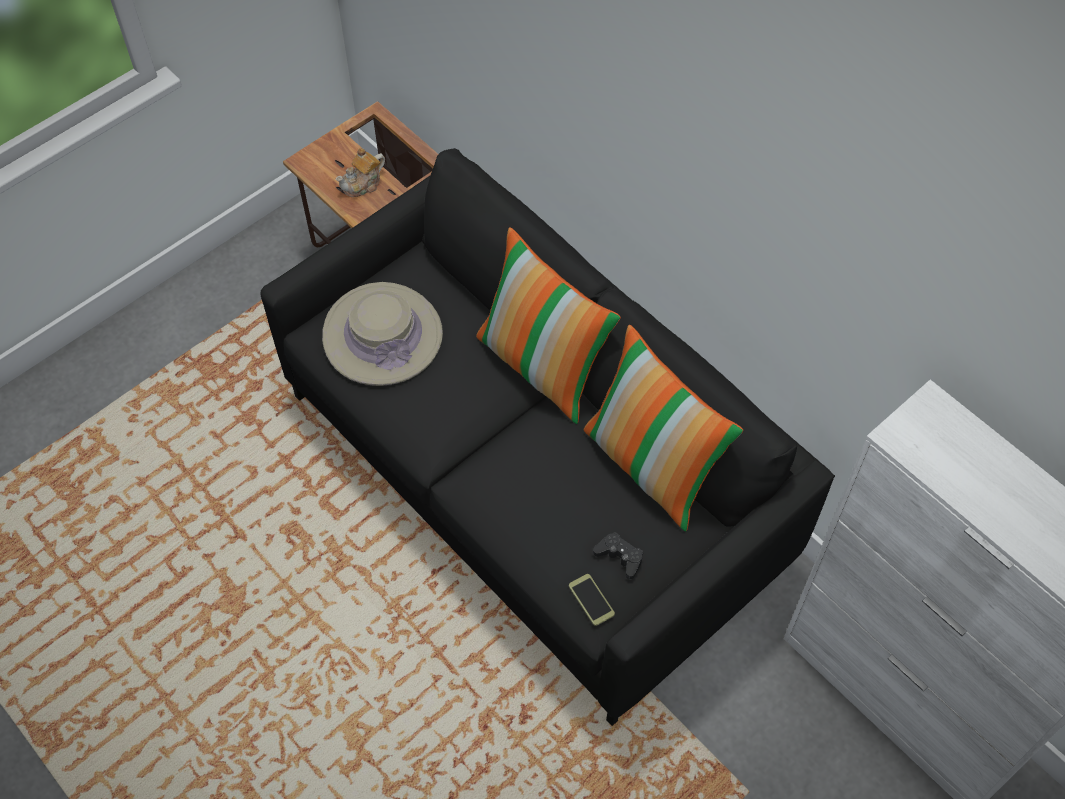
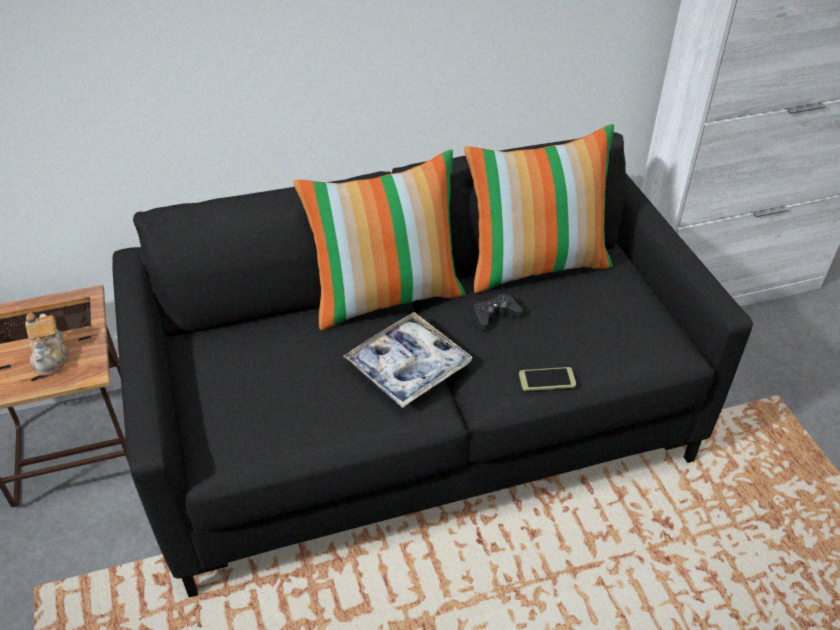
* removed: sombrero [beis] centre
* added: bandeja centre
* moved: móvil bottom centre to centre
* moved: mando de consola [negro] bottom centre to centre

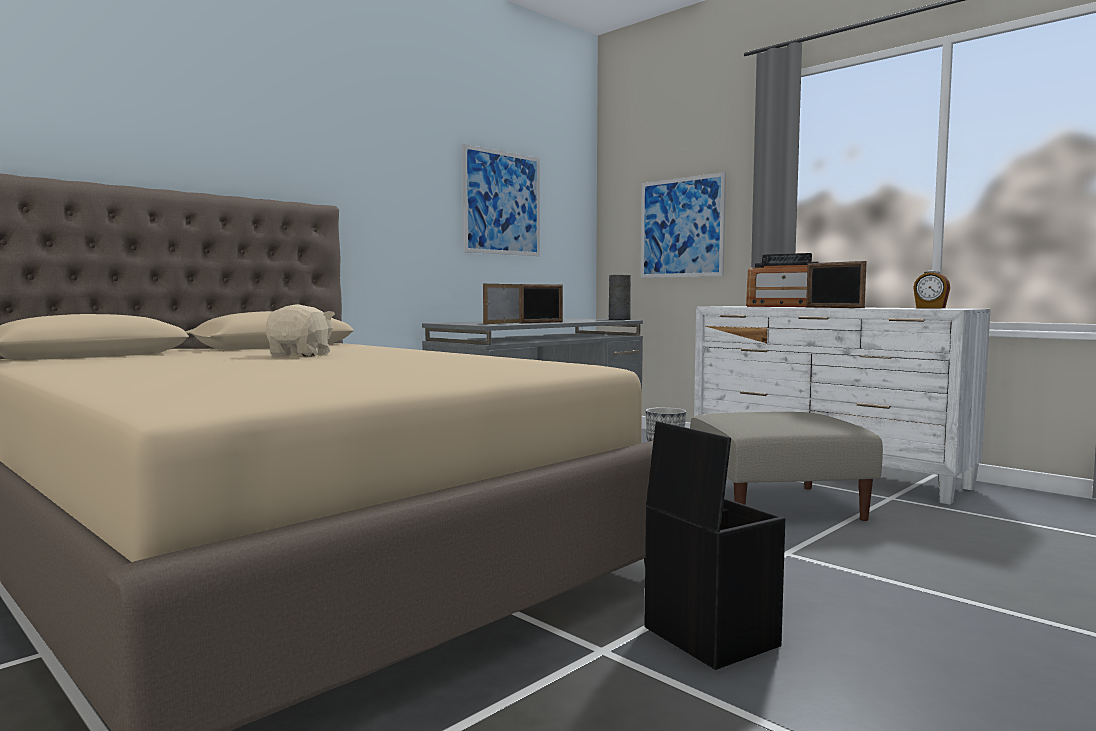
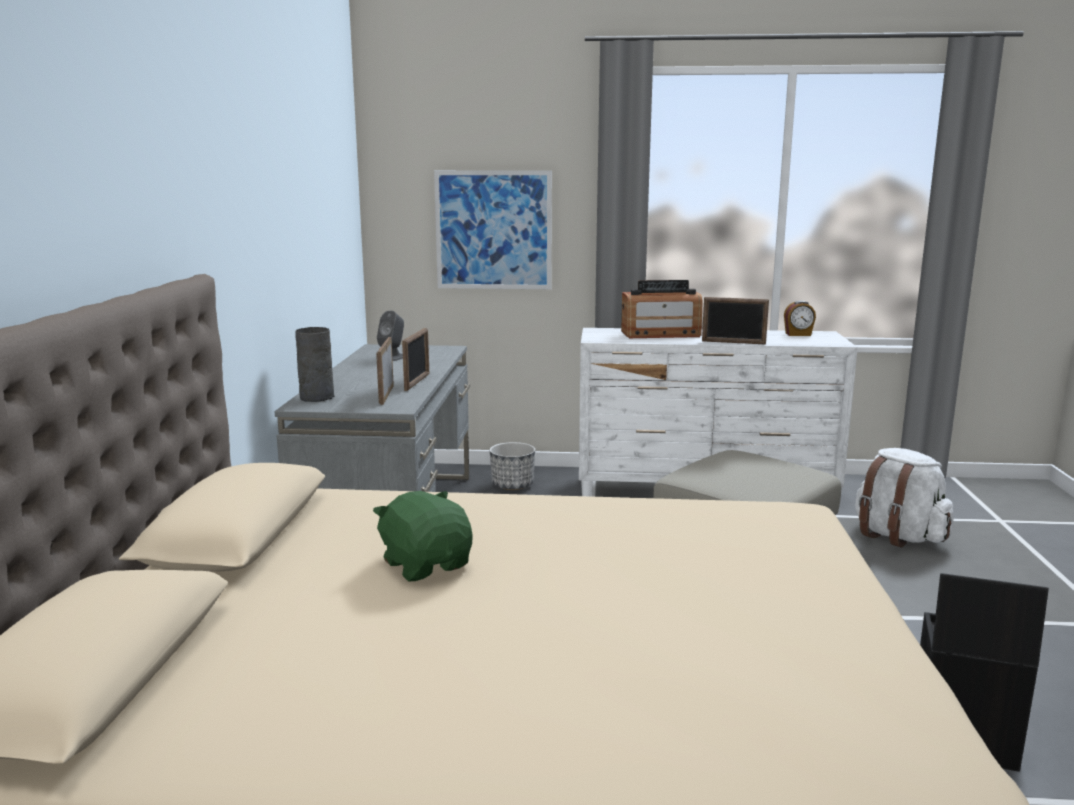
* removed: cuadro (1st from left) top centre
* added: altavoz [gris] centre
* added: mochila [blanco] middle right
* moved: florero [gris] centre to middle left
* recoloured: peluche [beis] middle left to peluche [verde] centre

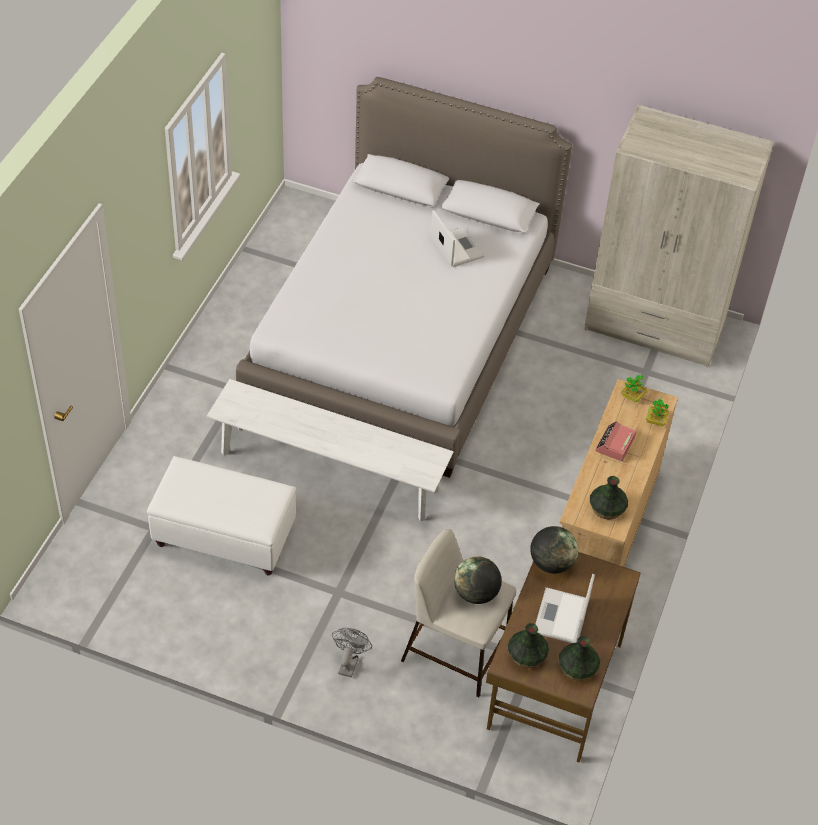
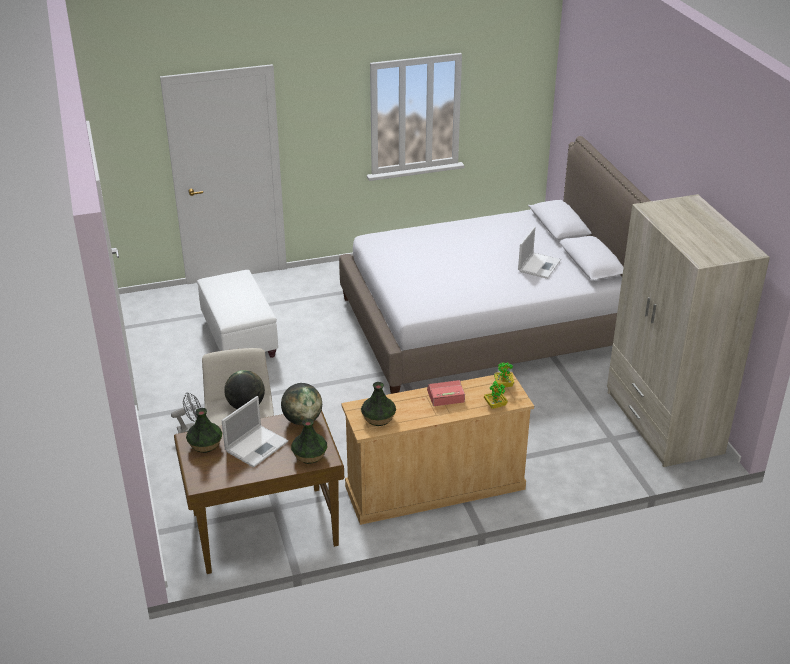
* removed: banco [blanco] centre
* moved: florero (2nd from left) bottom right to centre
* turned: portátil (2nd from left in the first image) bottom right = middle left 150 degrees clockwise

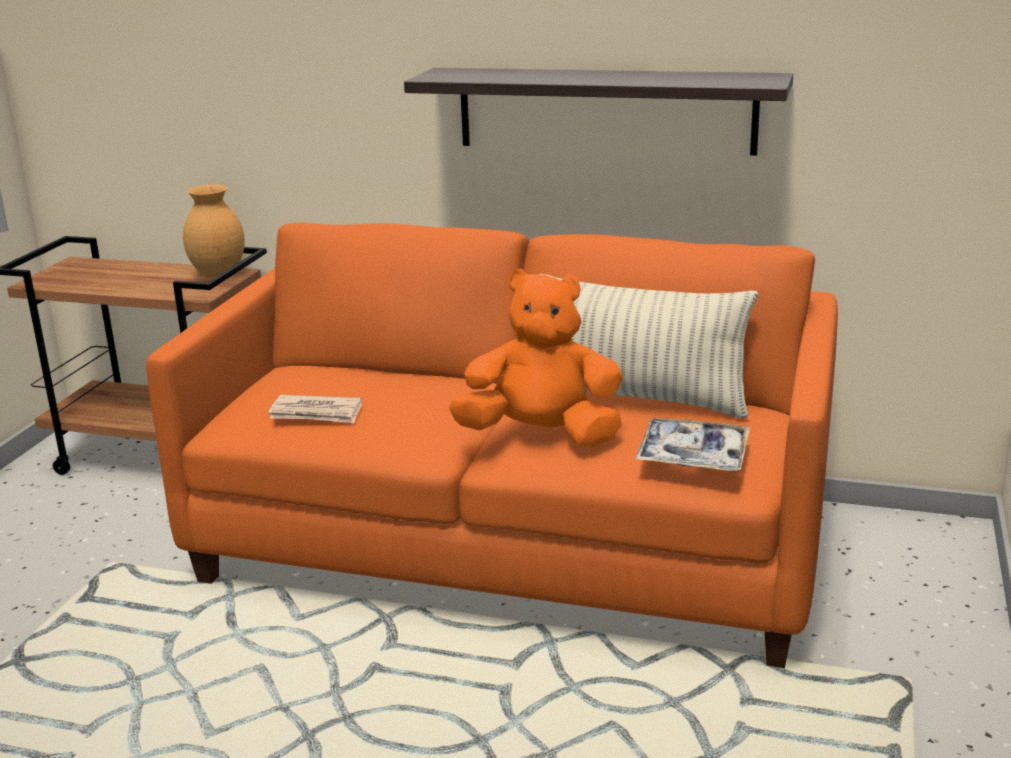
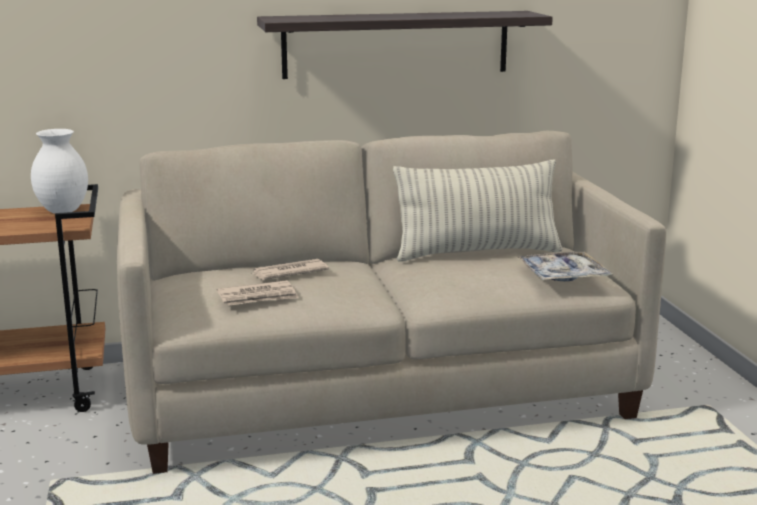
* removed: peluche [naranja] centre
* added: periódico (2nd from left) centre
* recoloured: sofá [naranja] centre to sofá [beis] centre
* recoloured: florero [marrón] top left to florero [blanco] middle left

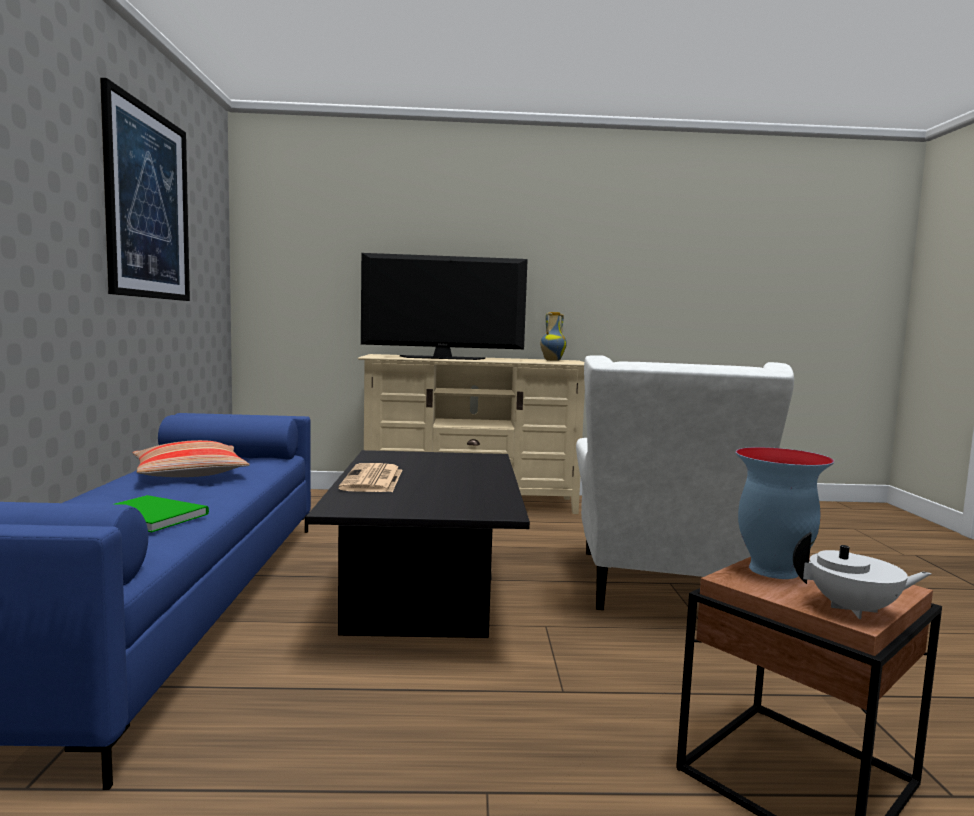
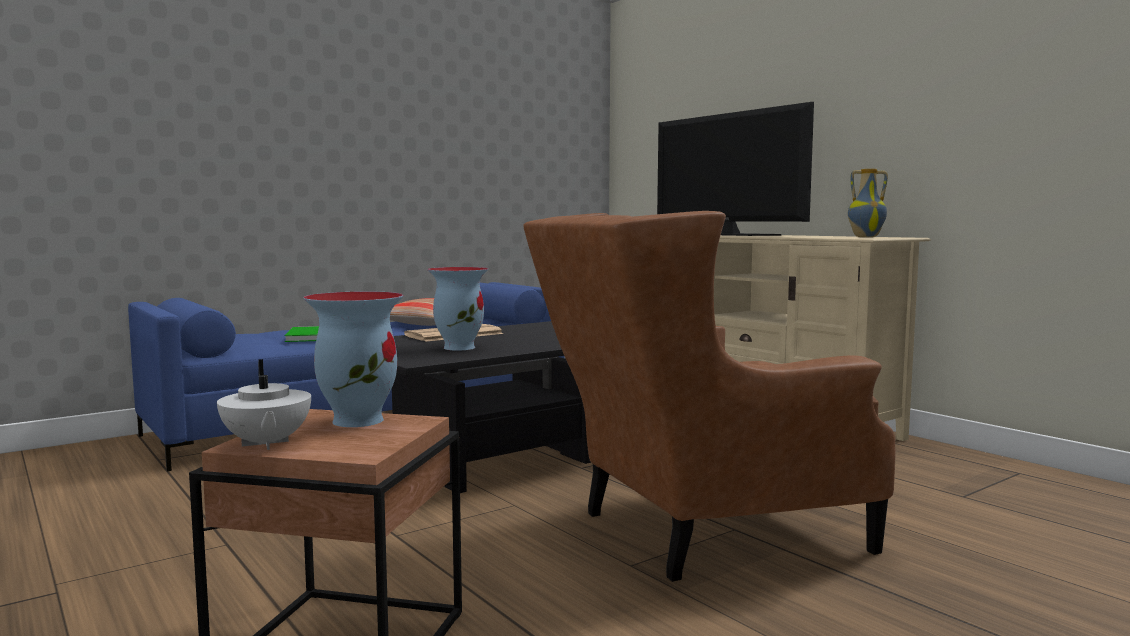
* removed: cuadro top left
* added: florero (2nd from left) centre
* recoloured: sillón [blanco] middle right to sillón [marrón] centre

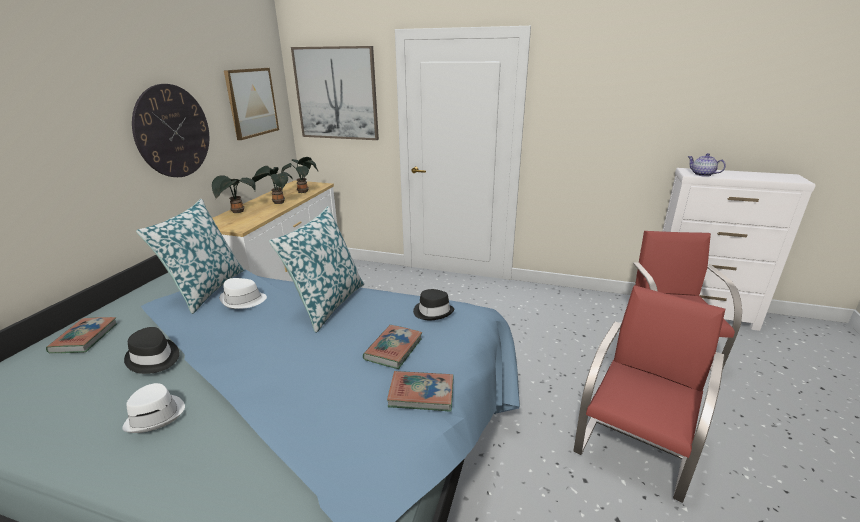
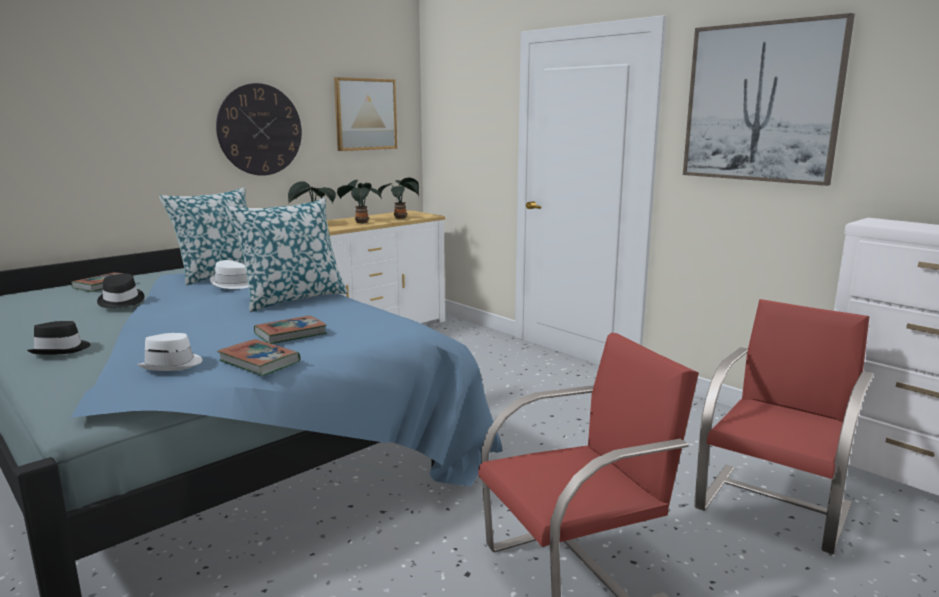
* removed: tetera top right
* moved: sombrero [blanco] (1st from left) bottom left to middle left
* moved: cuadro (2nd from left) top centre to top right
* moved: sombrero [negro] (2nd from left in the first image) centre to sombrero [negro] (1st from left) middle left

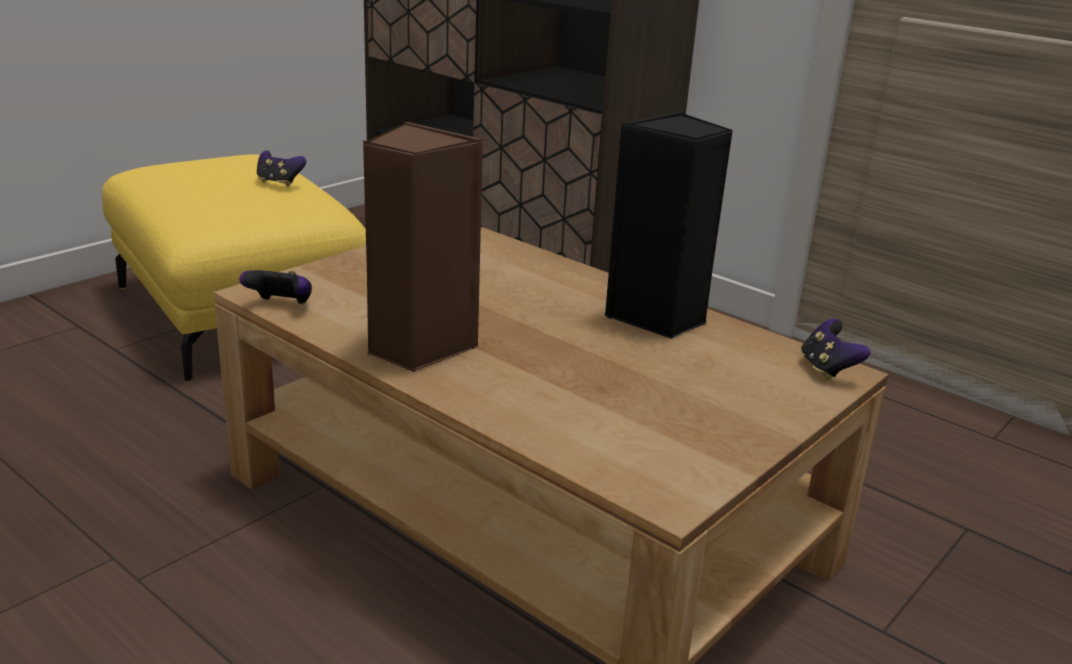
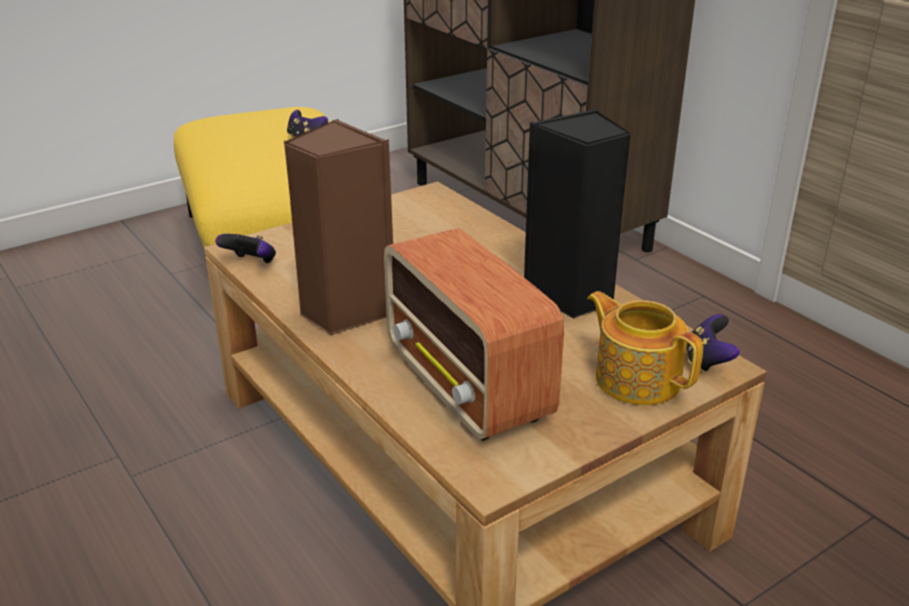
* added: radio centre
* added: tetera middle right

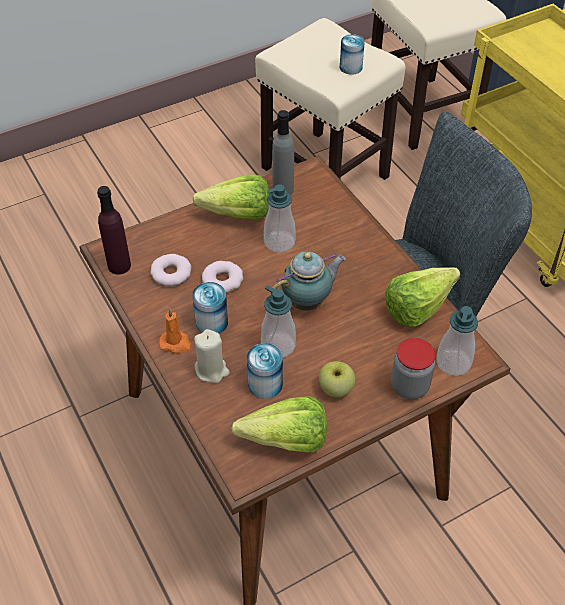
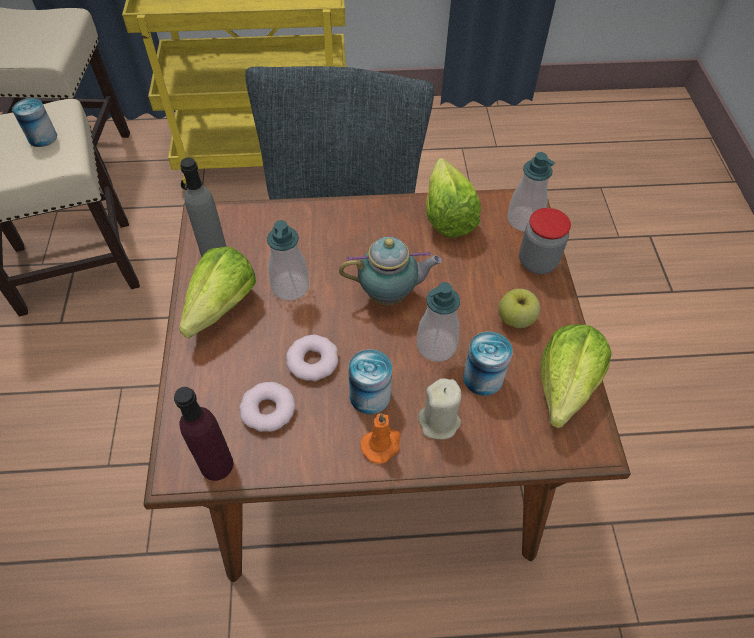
* turned: tetera centre = centre 90 degrees clockwise

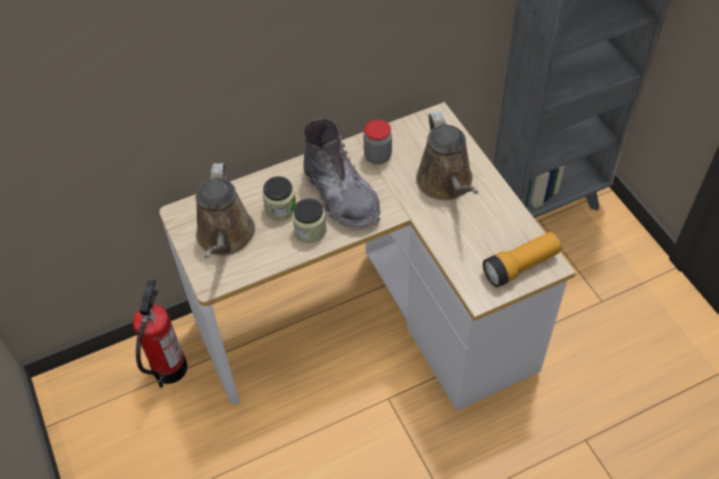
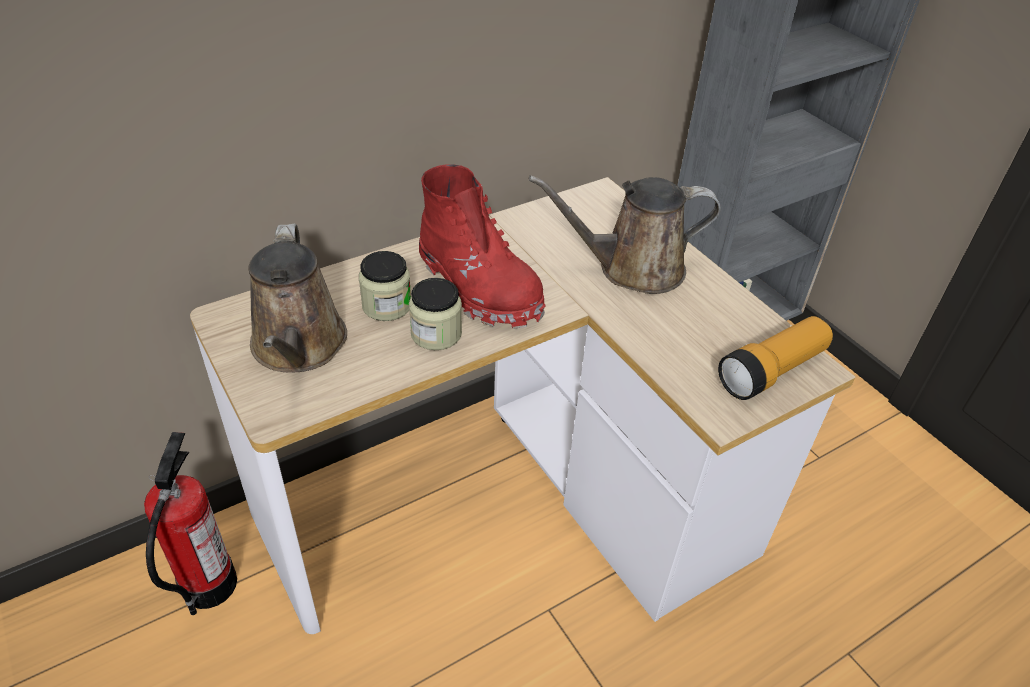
* removed: tarro (3rd from left) top centre
* recoloured: bota [gris] centre to bota [rojo] centre
* turned: regadera [marrón] (2nd from left) top centre = centre 105 degrees clockwise

